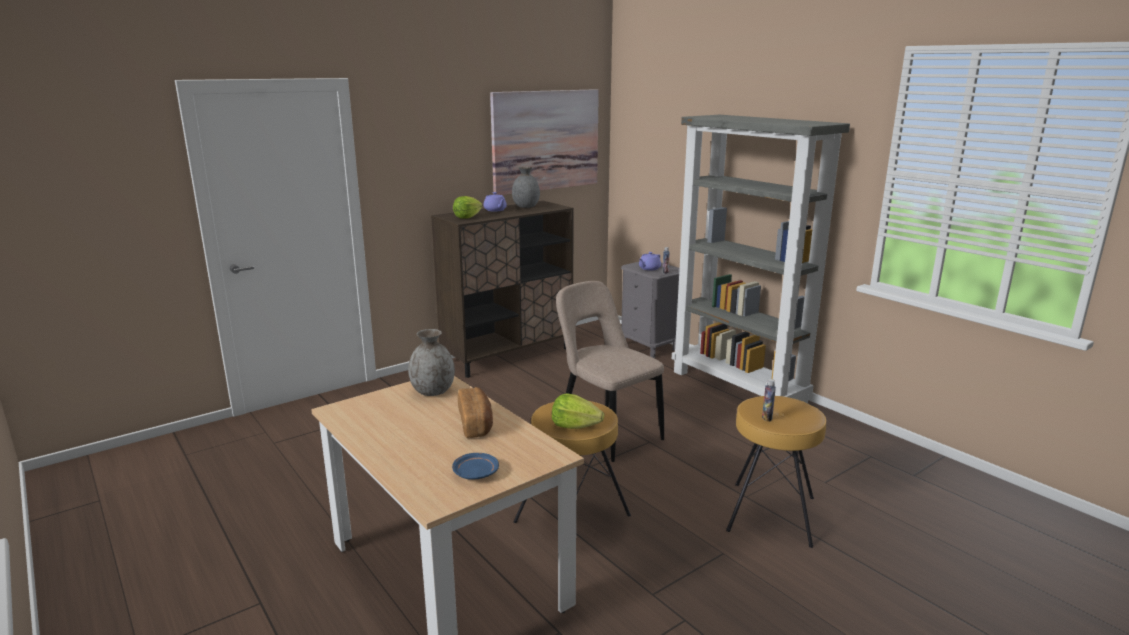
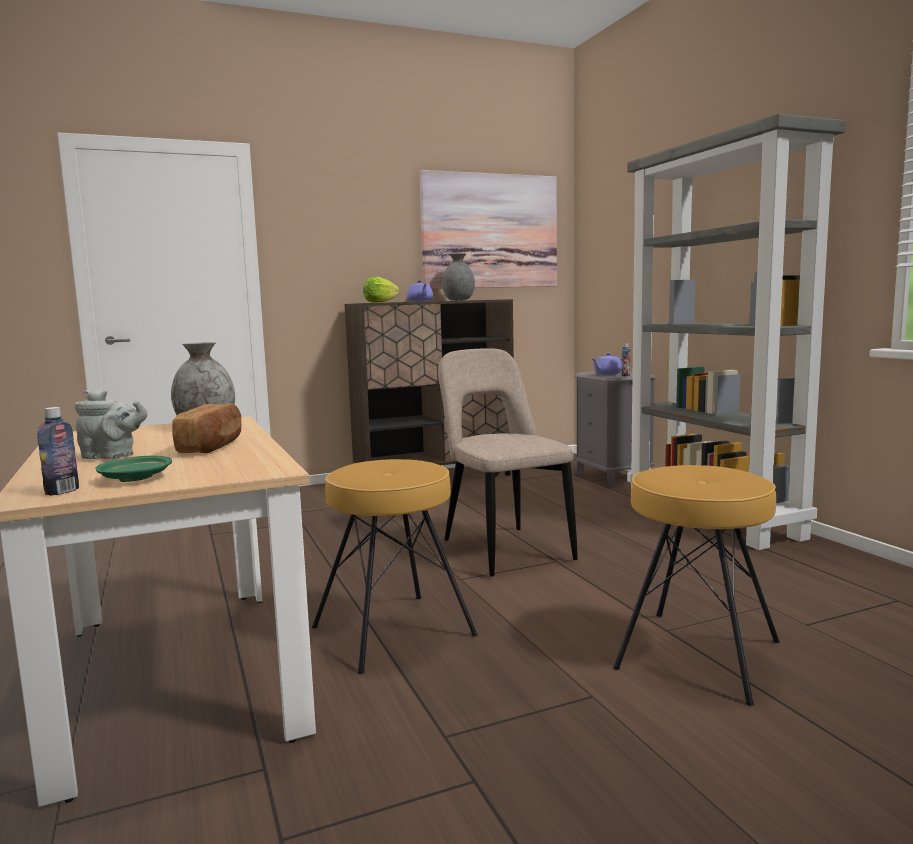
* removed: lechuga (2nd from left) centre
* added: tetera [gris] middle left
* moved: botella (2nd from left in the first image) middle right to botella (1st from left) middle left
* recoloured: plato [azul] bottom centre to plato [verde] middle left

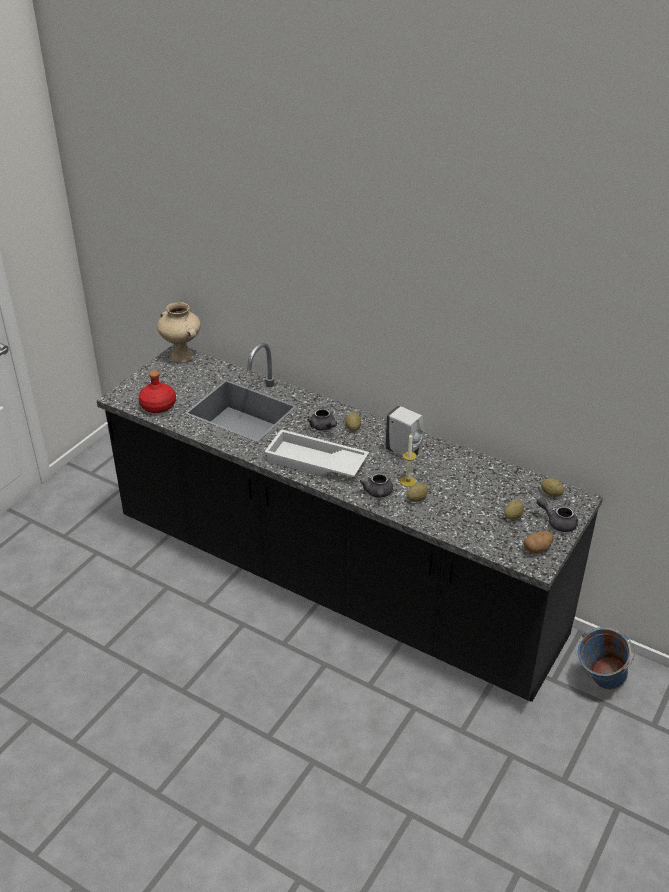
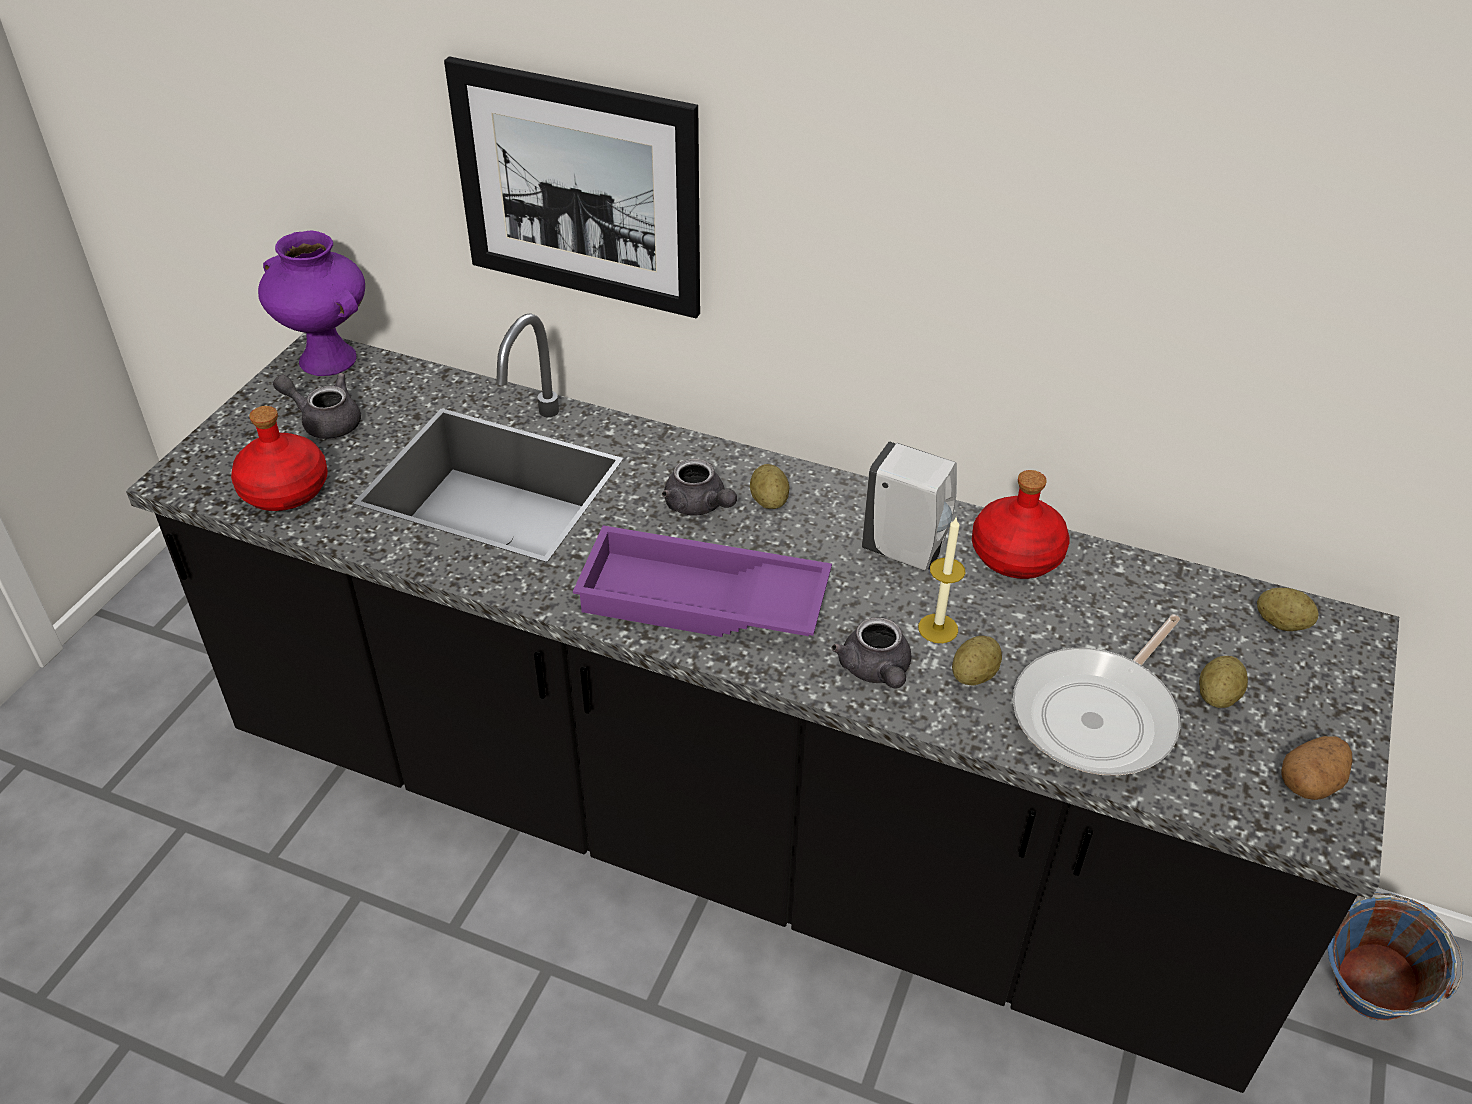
* added: cuadro top centre
* added: botella [rojo] (2nd from left) middle right
* added: sartén middle right
* moved: tetera [gris] (3rd from left in the first image) middle right to tetera [gris] (1st from left) middle left
* recoloured: florero [beis] middle left to florero [morado] top left
* recoloured: bandeja [blanco] centre to bandeja [morado] centre

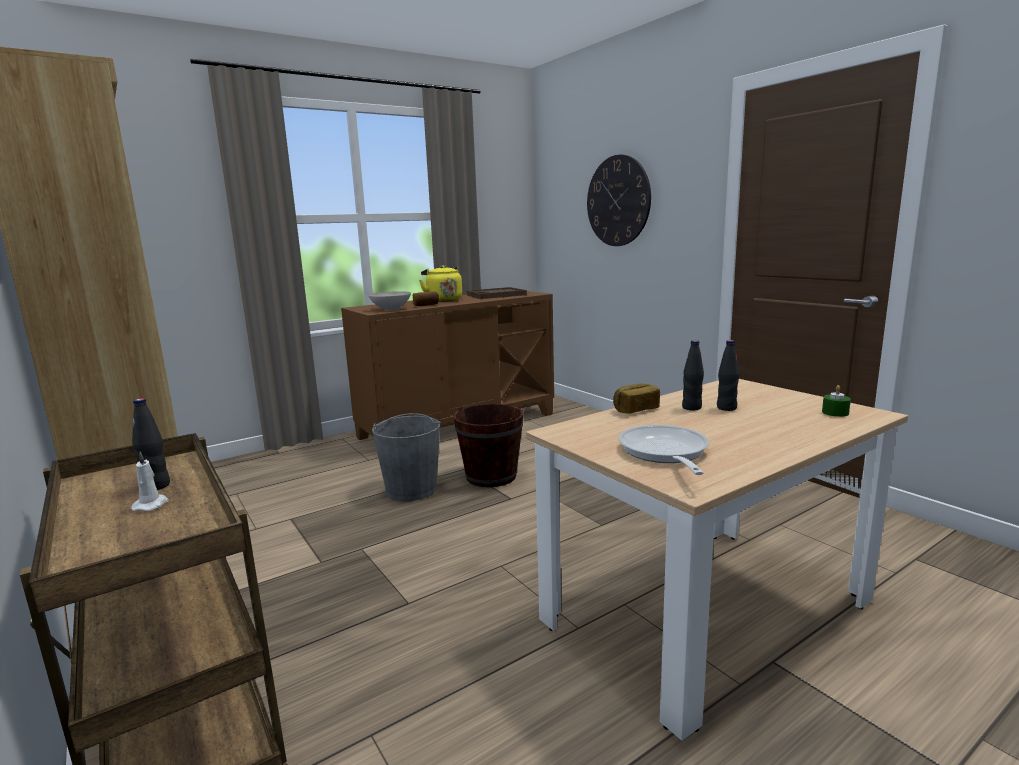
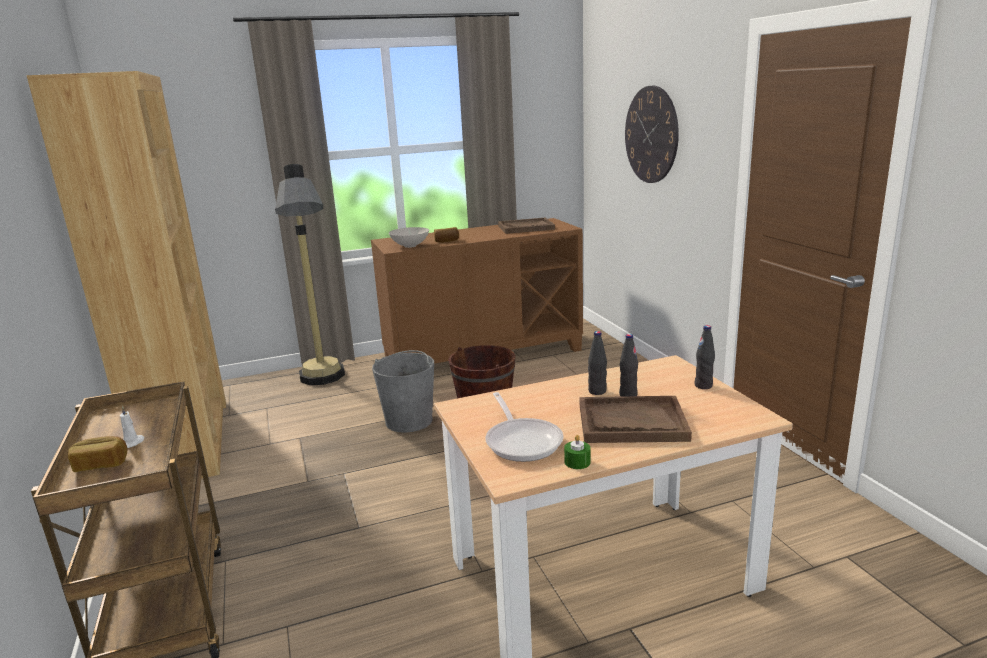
* removed: hervidor [amarillo] centre
* added: lámpara de pie middle left
* added: bandeja [marrón] (2nd from left) centre
* moved: botella [negro] (1st from left in the first image) middle left to botella [negro] (3rd from left) middle right
* moved: pan (2nd from left in the first image) centre to pan (1st from left) bottom left
* moved: vela [verde] middle right to bottom centre
* turned: sartén centre = centre 150 degrees clockwise

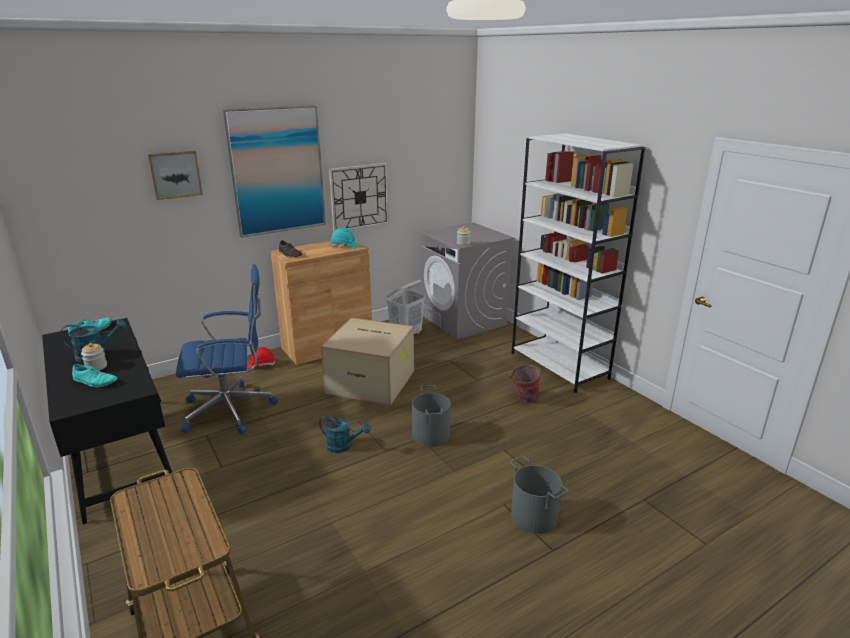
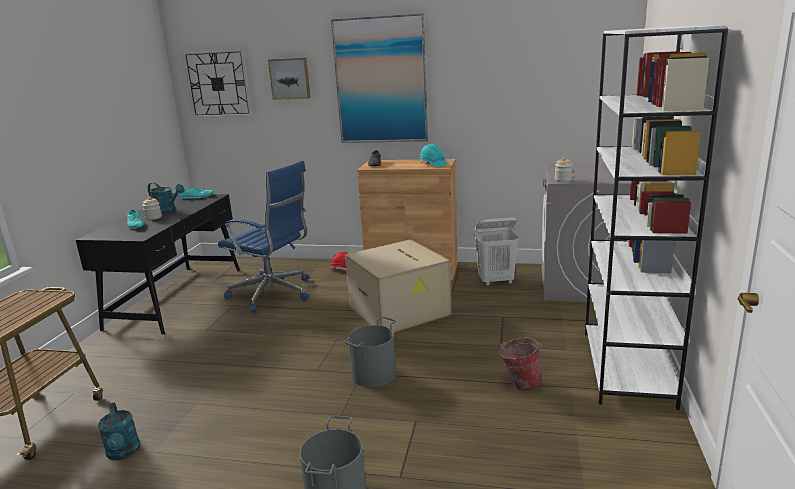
* moved: regadera [turquesa] (2nd from left in the first image) bottom centre to regadera [turquesa] (1st from left) bottom left
* moved: reloj de pared top centre to top left

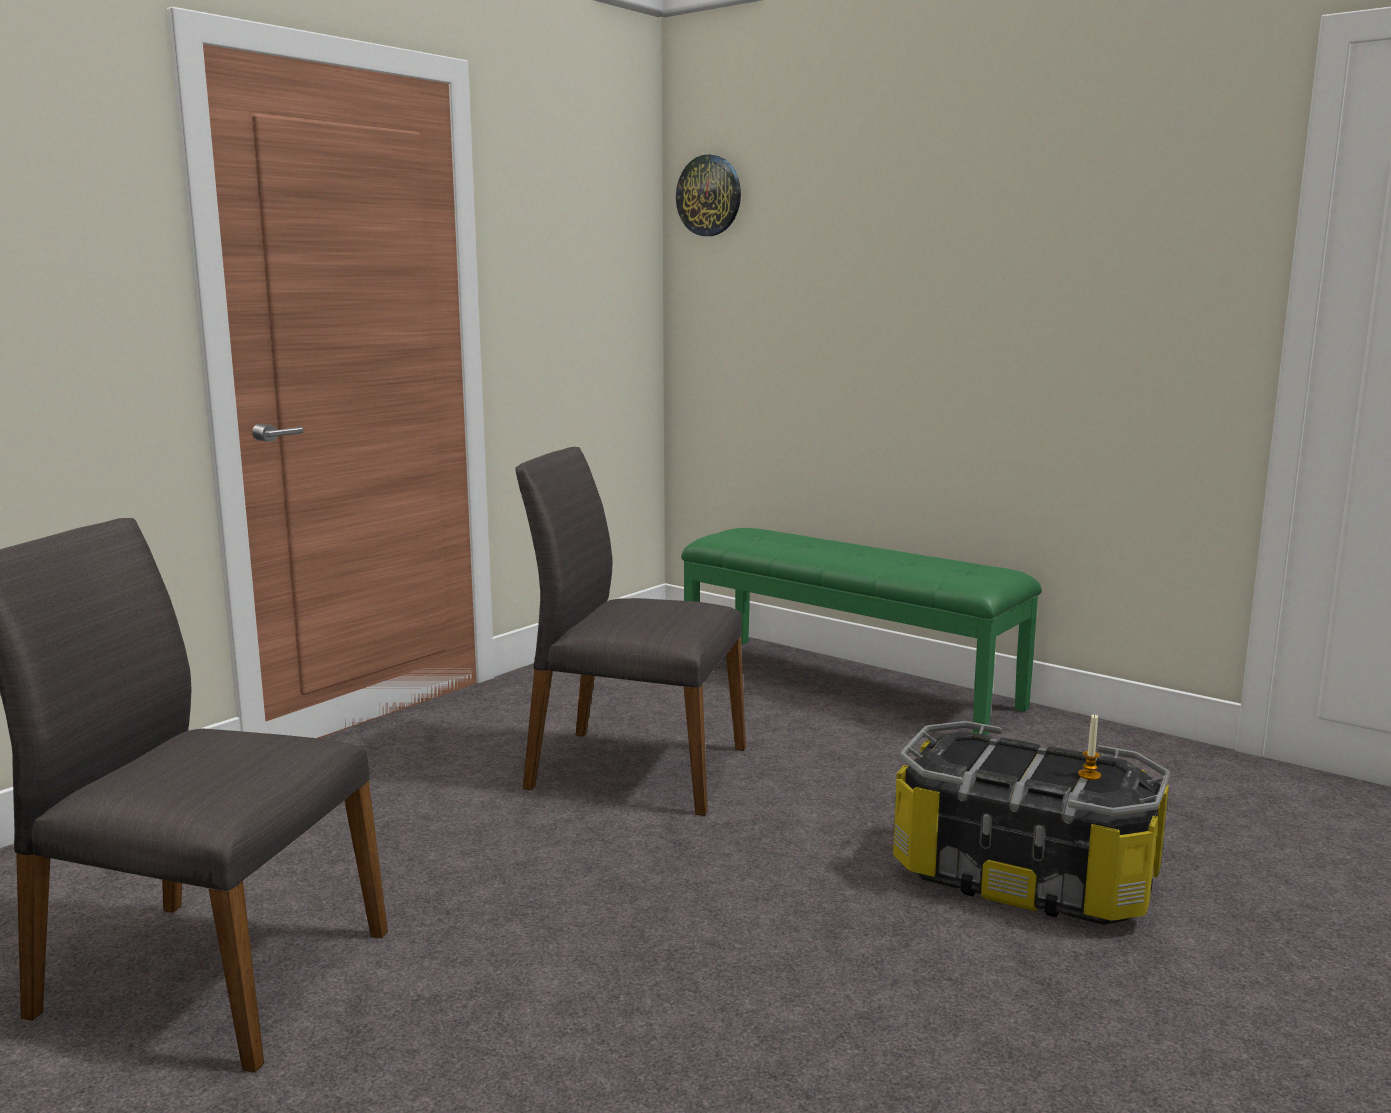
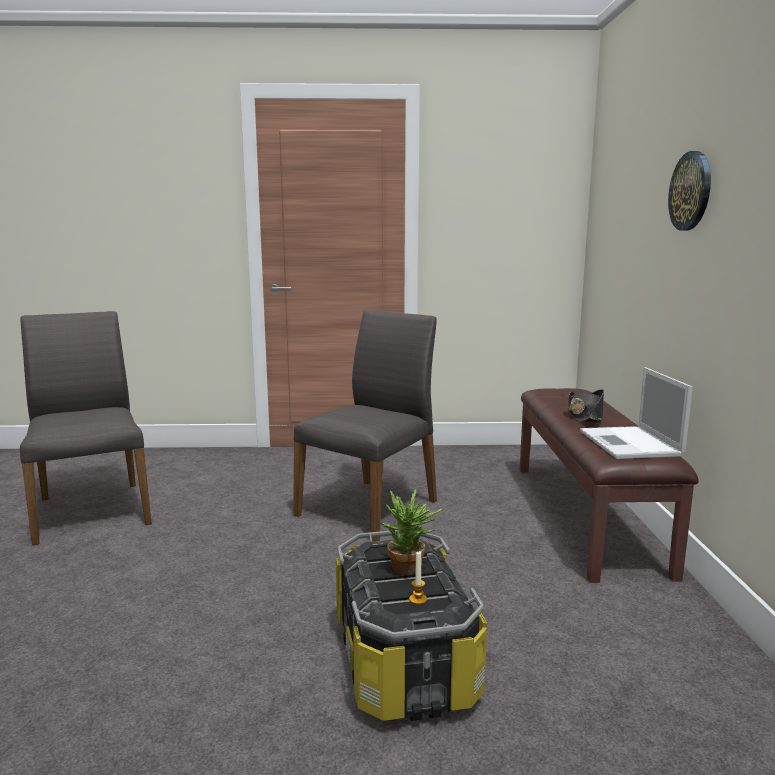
* added: planta en maceta bottom centre
* added: sombrero [negro] middle right
* added: portátil middle right
* moved: reloj de pared top centre to top right
* recoloured: banco [verde] centre to banco [marrón] middle right
* turned: silla [gris] (2nd from left) centre = centre 60 degrees clockwise

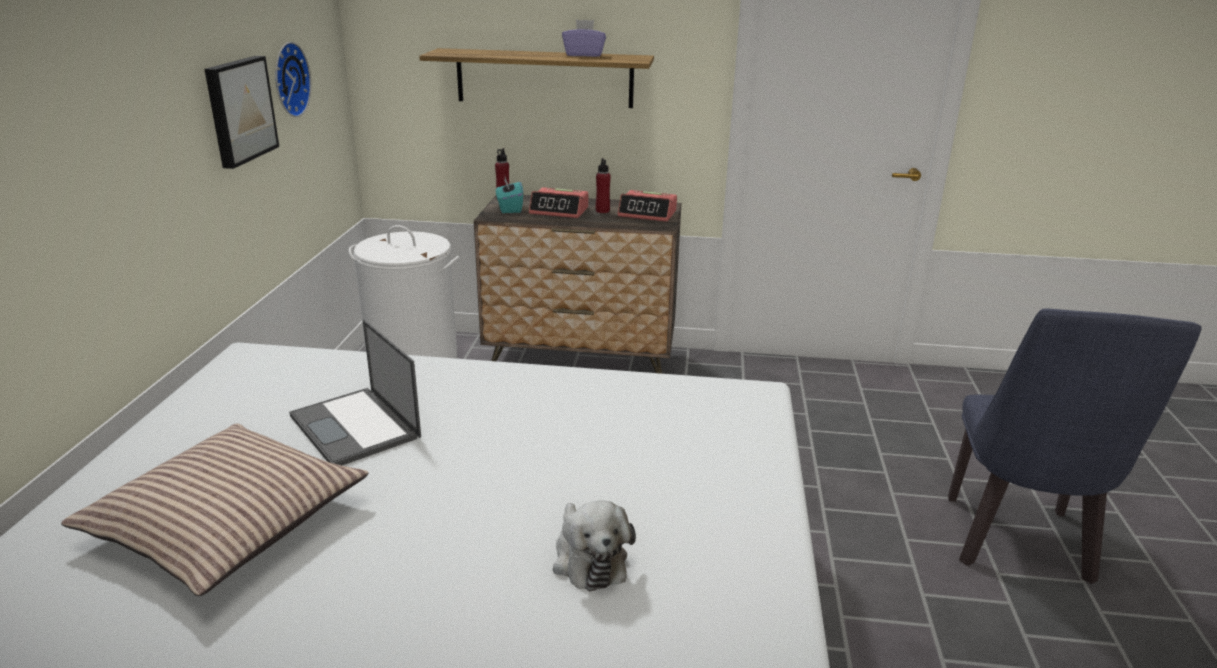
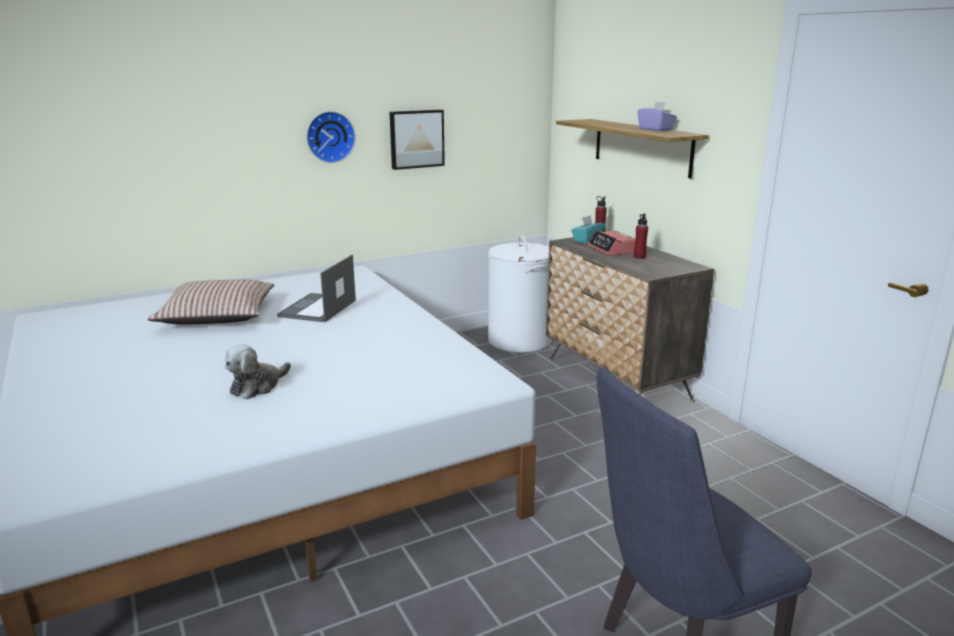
* removed: despertador (2nd from left) top centre
* moved: reloj de pared top left to top centre

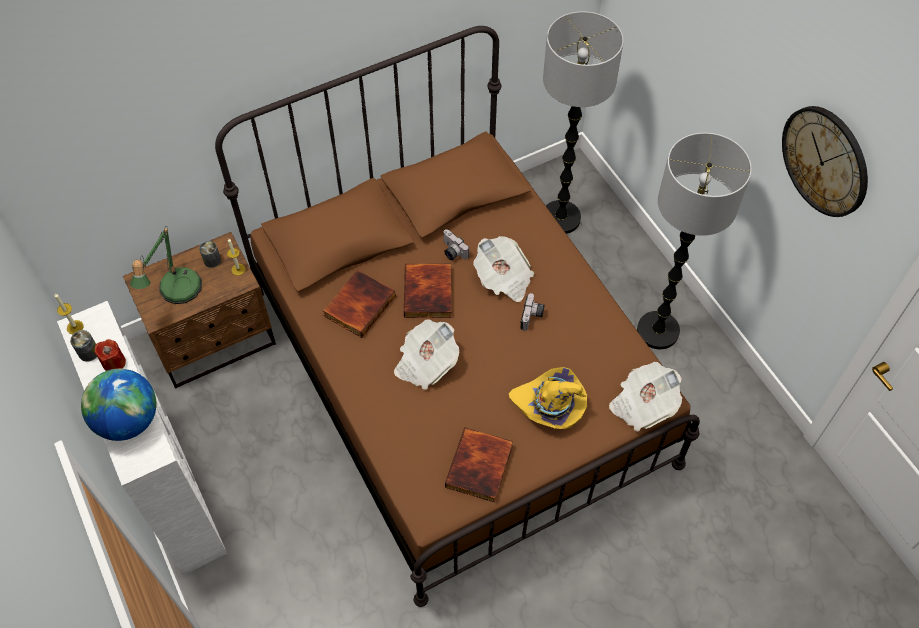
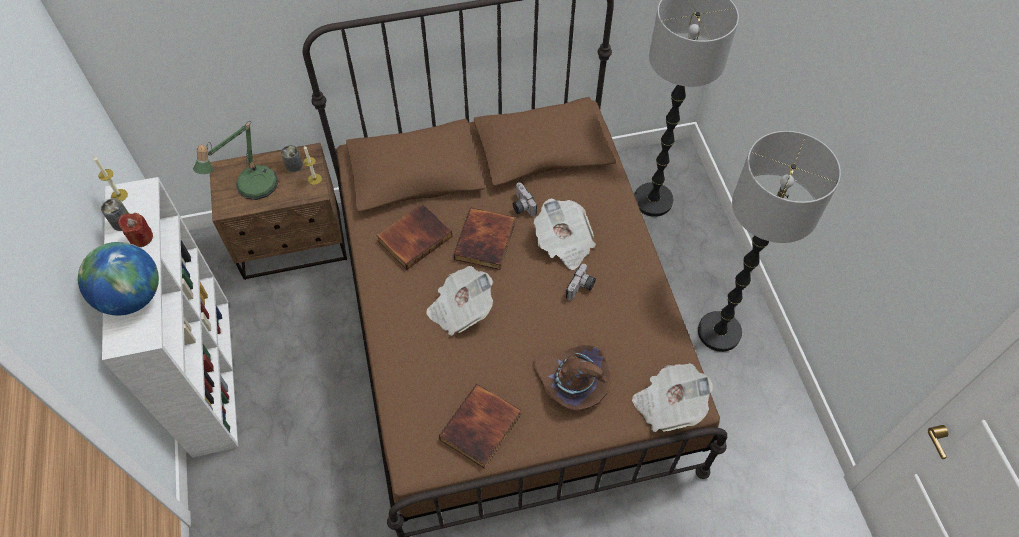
* removed: reloj de pared top right
* recoloured: sombrero [amarillo] centre to sombrero [marrón] bottom centre

